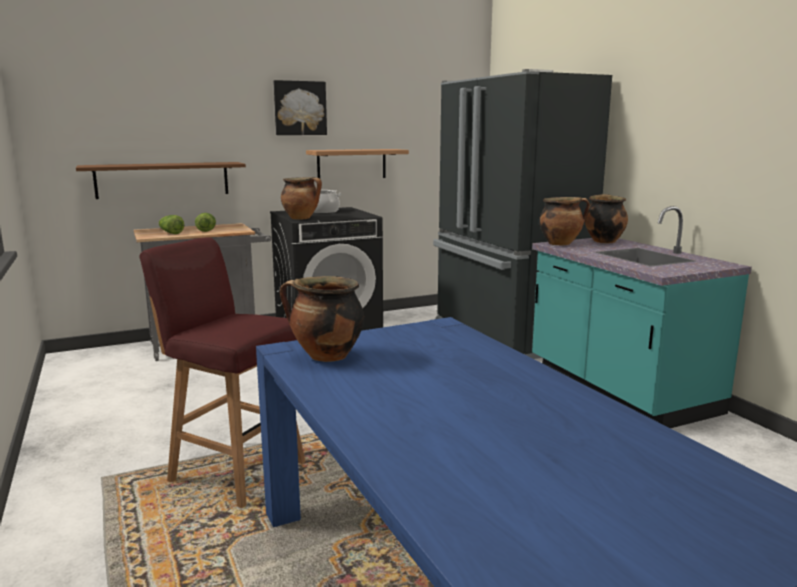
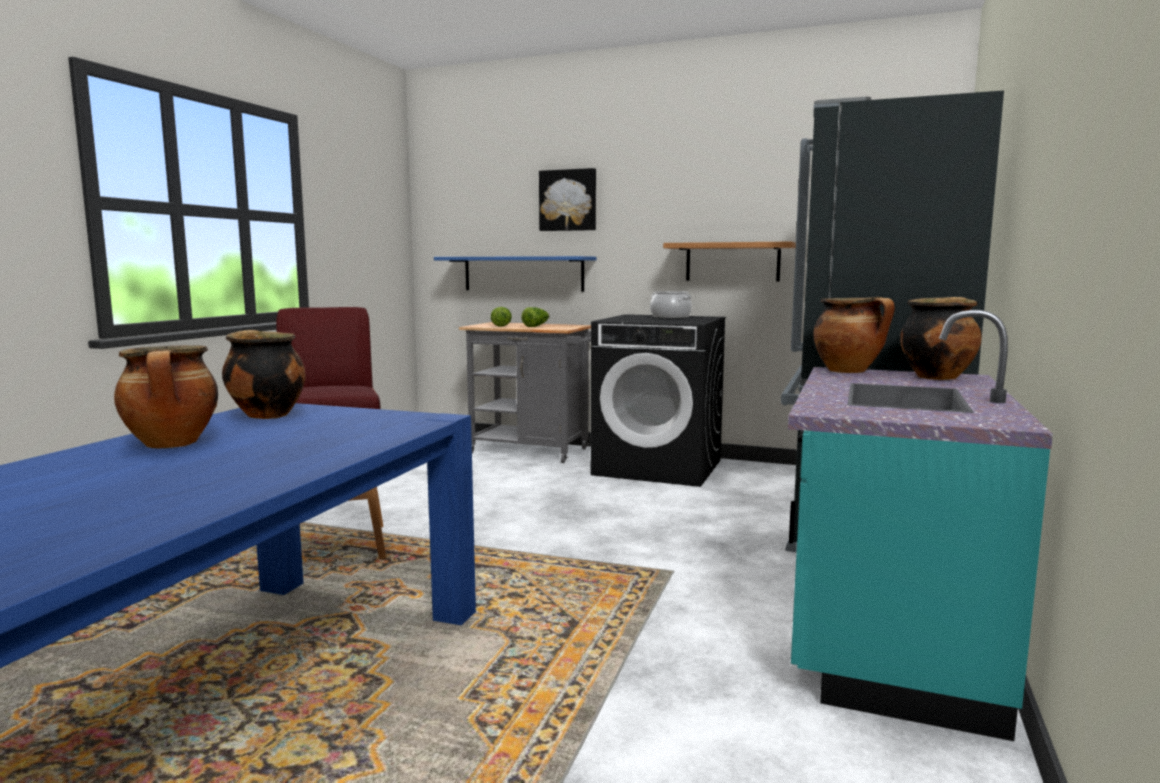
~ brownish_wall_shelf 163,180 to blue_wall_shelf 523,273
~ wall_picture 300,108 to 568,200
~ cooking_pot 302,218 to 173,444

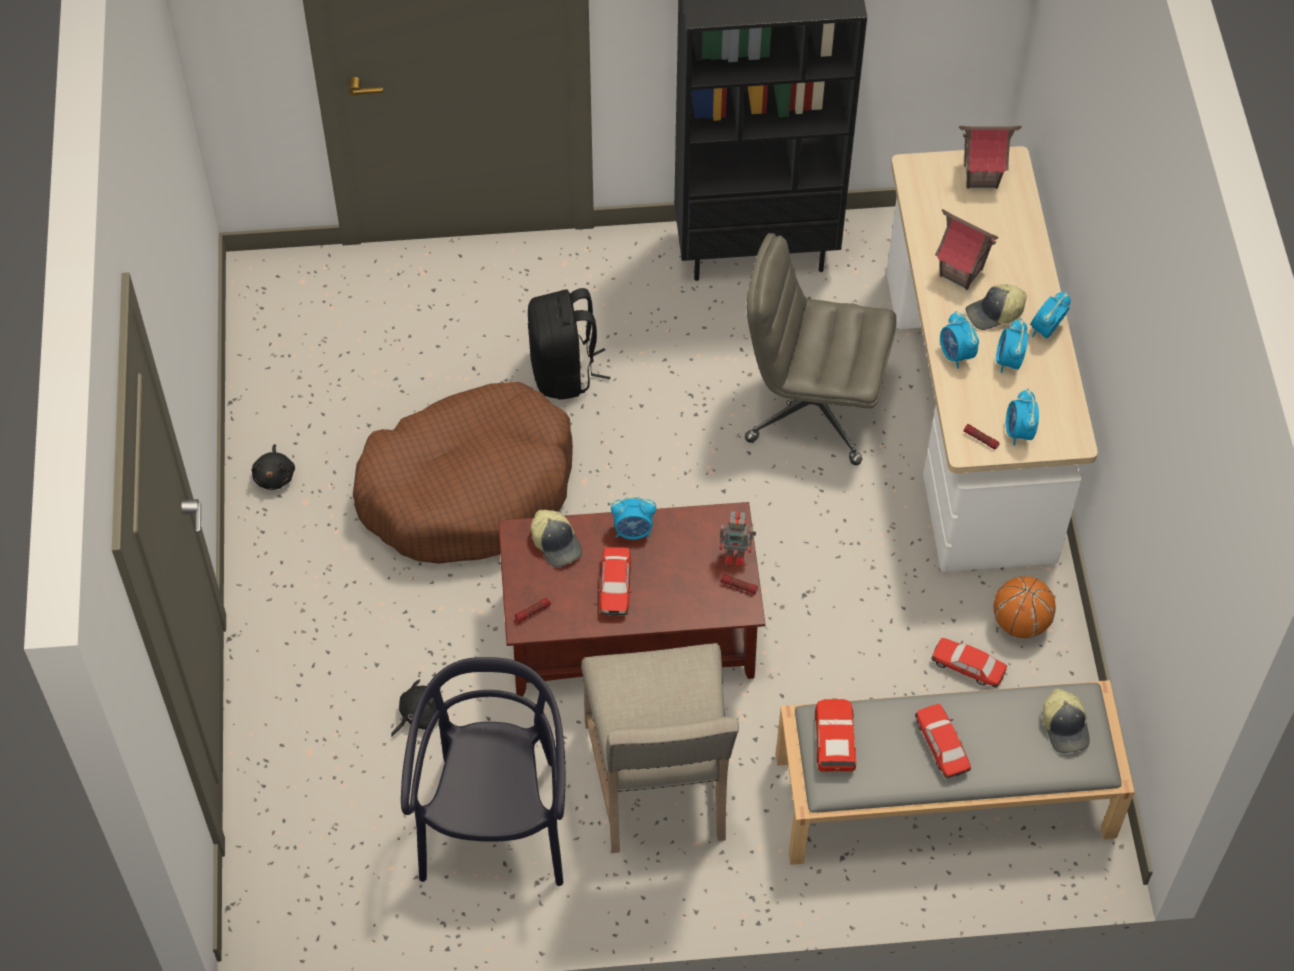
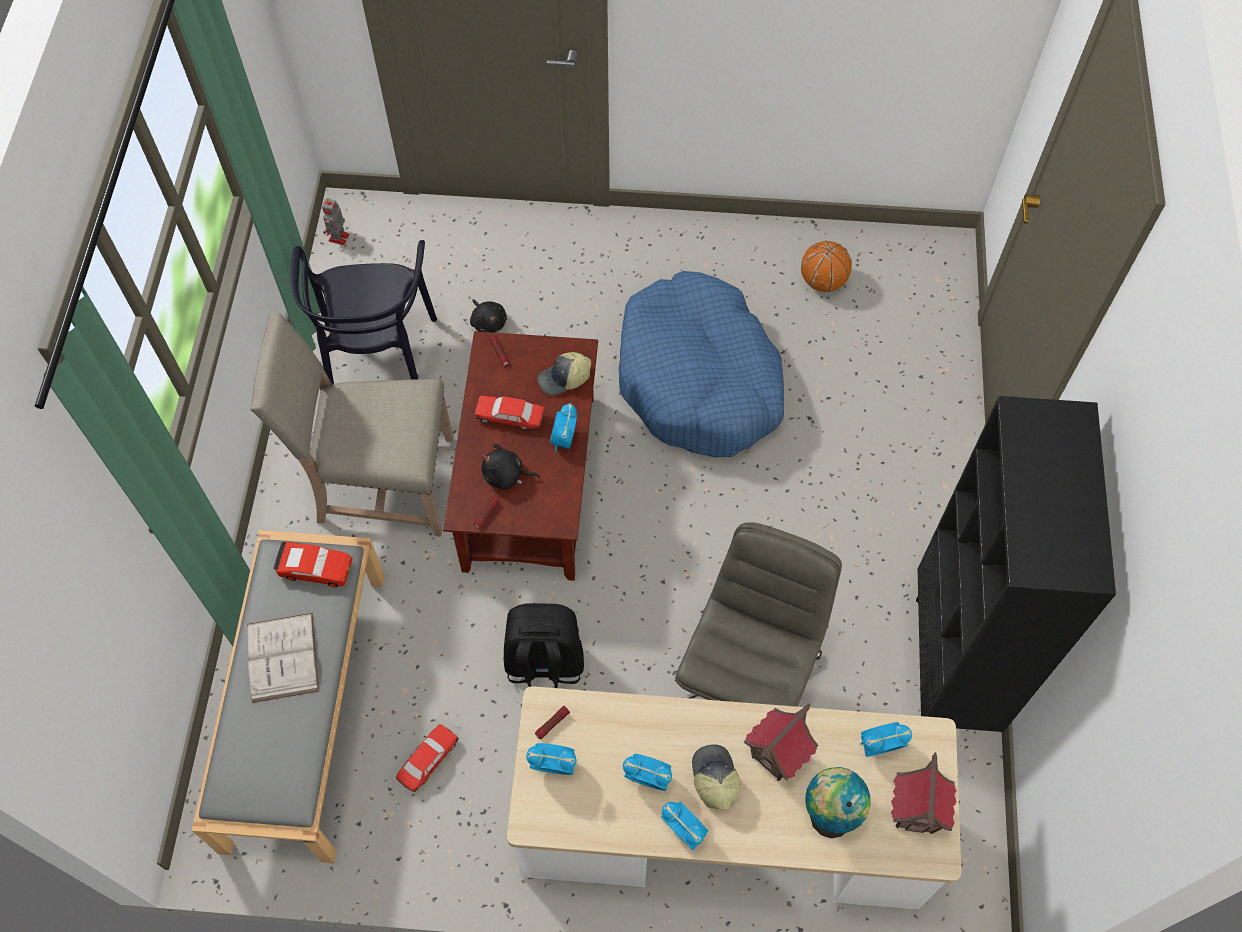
~ black-coloured_cuddly_toy 275,476 to 506,475
~ brownish_dog_cushion 469,488 to blue_dog_cushion 699,380
~ black-coloured_chair 495,823 = 380,362 75 degrees clockwise
~ black-coloured_rucksack 564,372 to 543,667
~ toy_robot 736,555 to 338,238
~ model_car 941,746 to white_volume 282,657
~ alarm_clock 956,354 to 879,746
~ ball_for_basketball 1020,622 to 822,281
- cap 1065,727
+ desk_globe 829,814

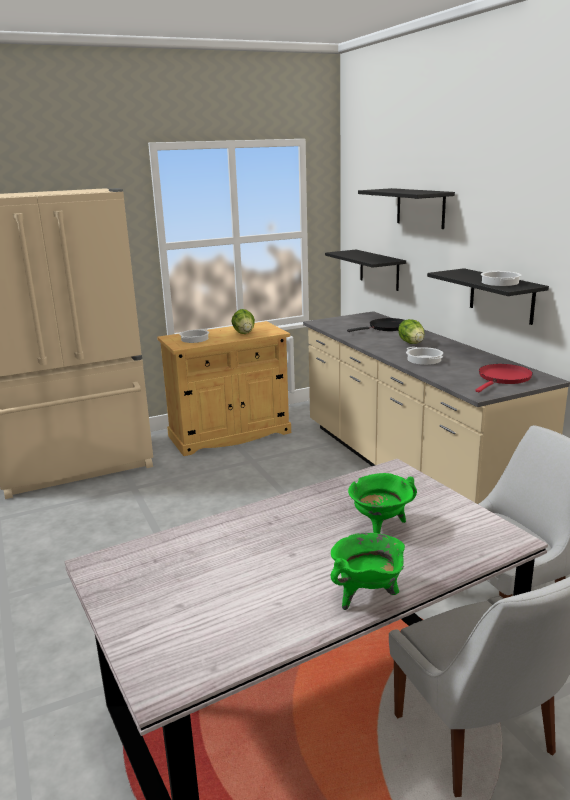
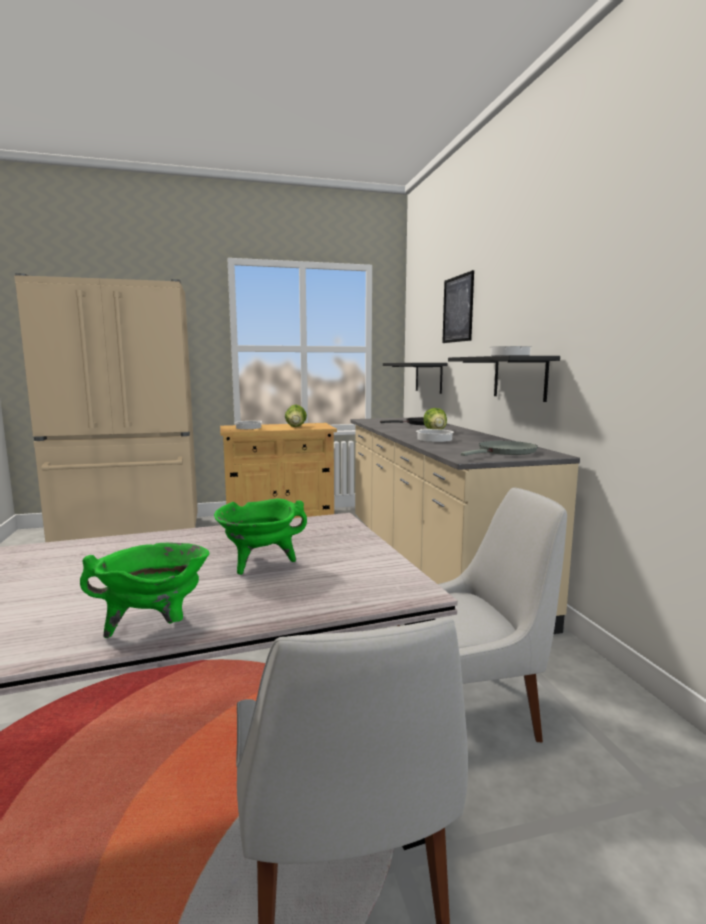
~ black-coloured_wall_shelf 420,208 to wall_picture 458,309
~ reddish_pan 503,378 to grey_pan 504,452

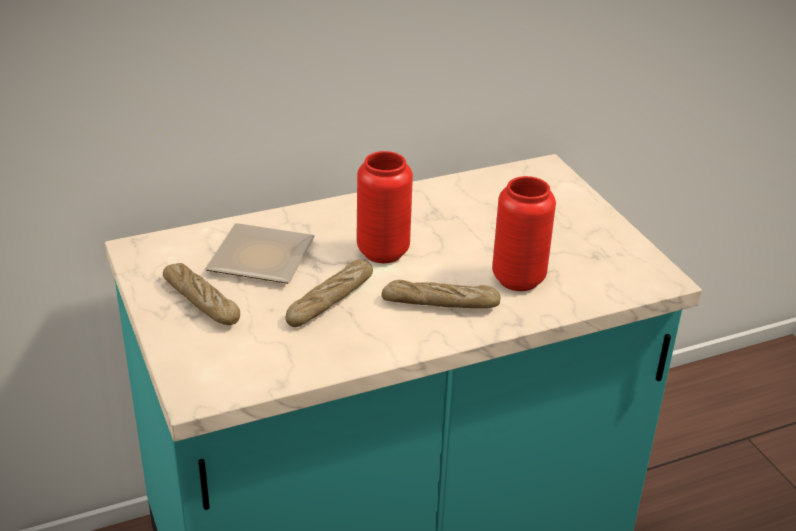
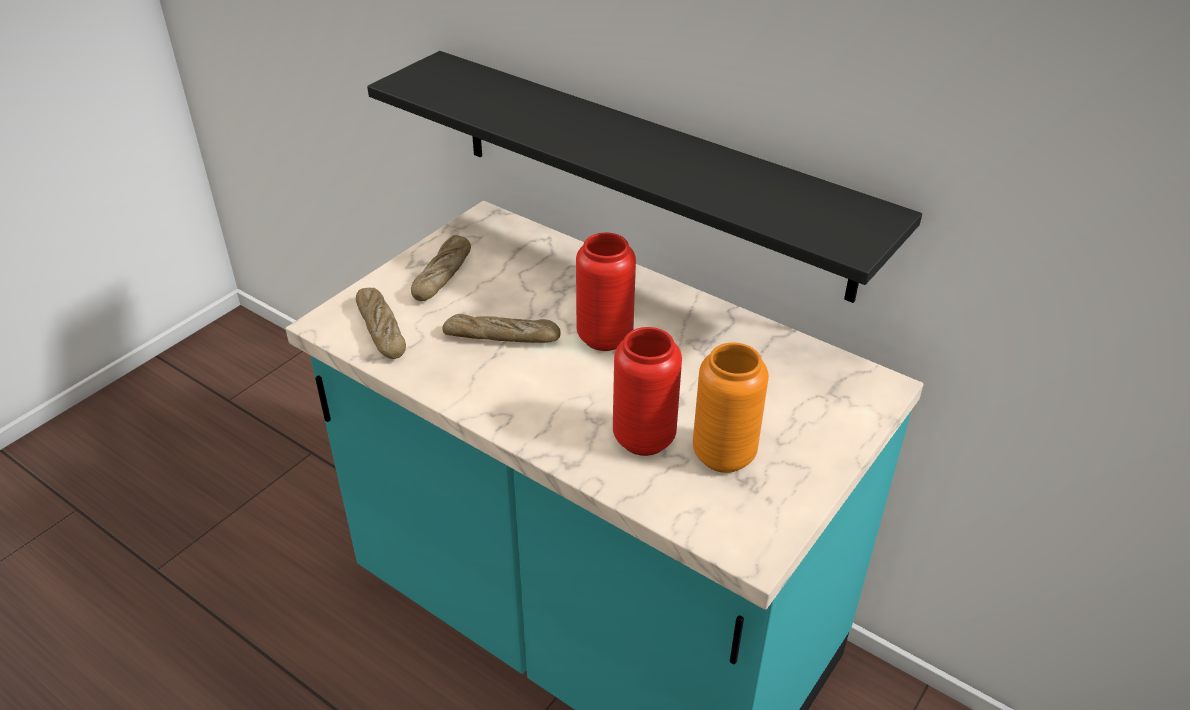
- flat_dish 265,257
~ bakery_bread 440,304 to 381,330
+ black-coloured_wall_shelf 648,172
+ orange-coloured_decorative_vase 723,455

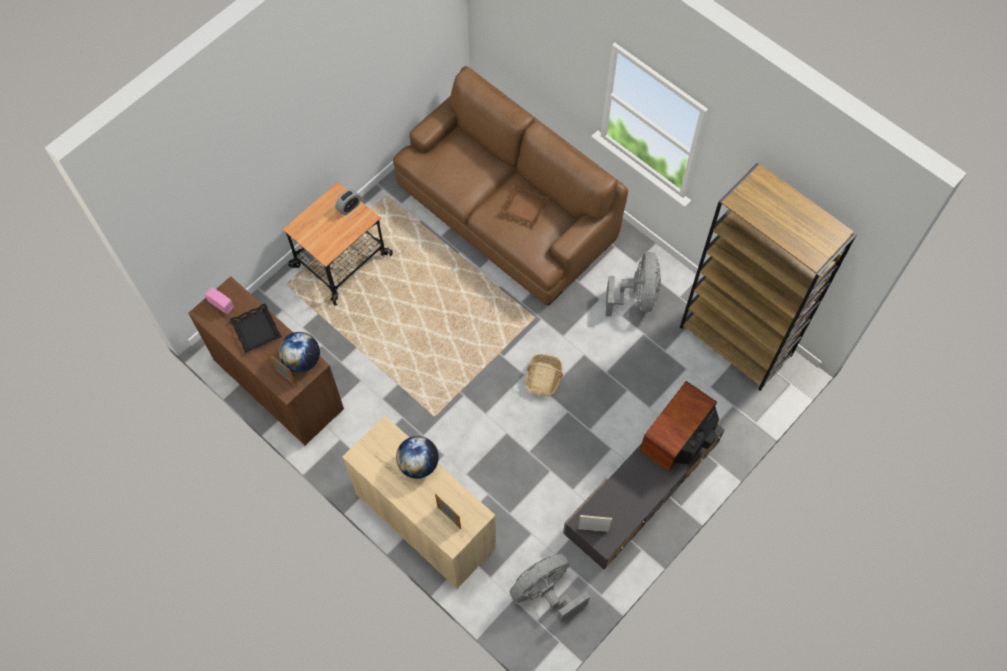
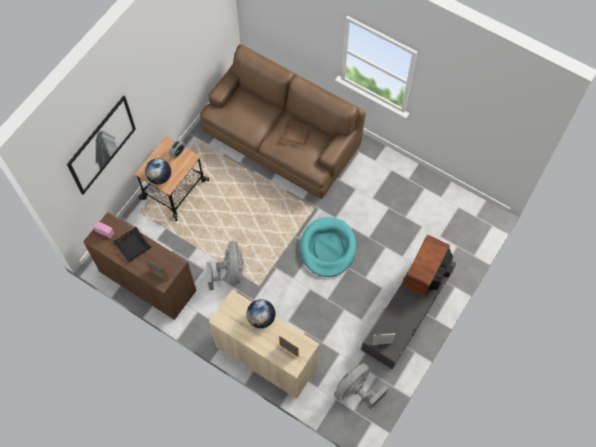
~ desk_globe 302,360 to 160,177
~ household_basket 543,378 to turquoise_dog_cushion 327,248
~ grey_electric_fan 636,297 to 230,272
- brownish_shelving_unit 736,341
+ wall_picture 101,144

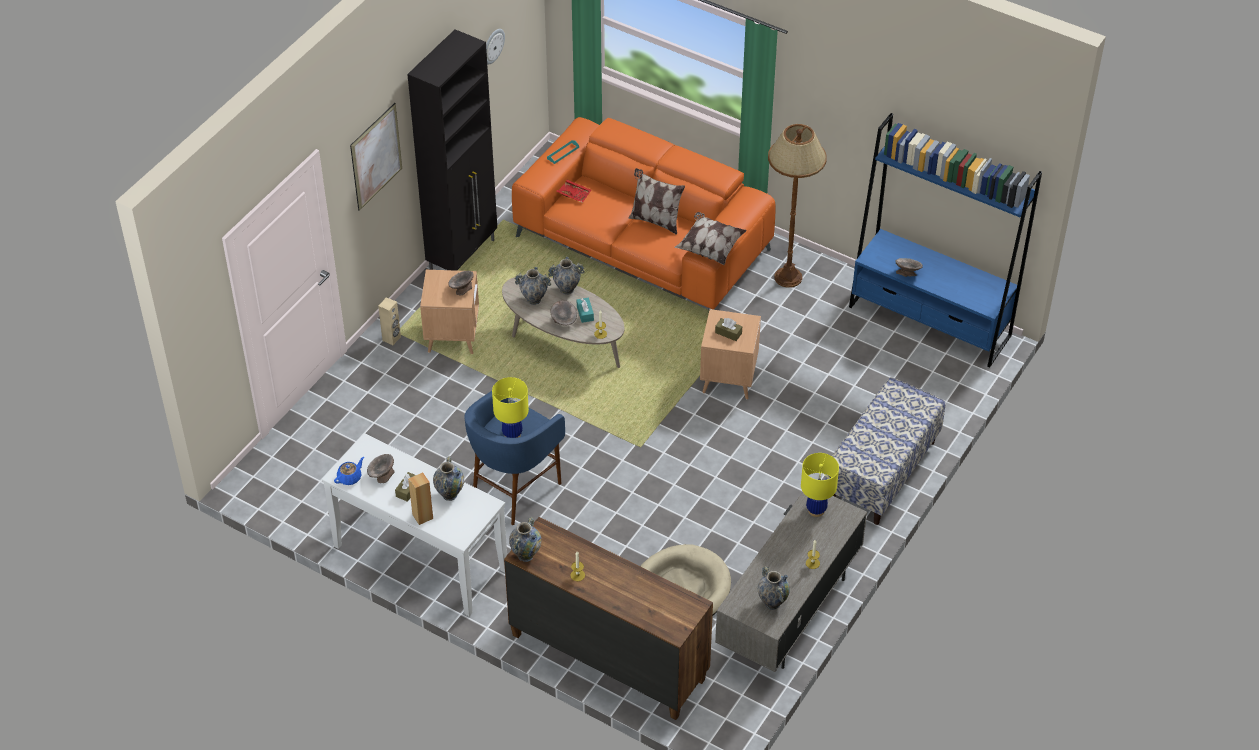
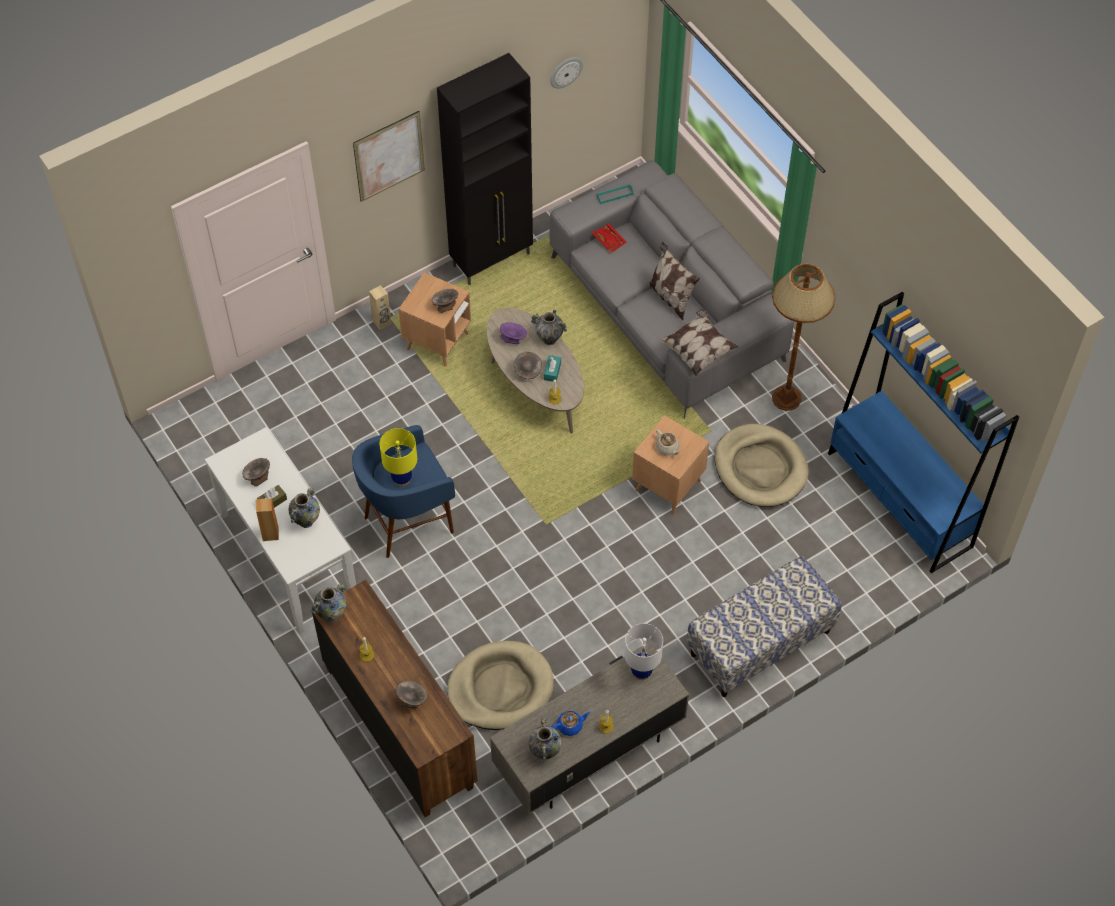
~ blue_pot_for_tea 350,477 to 570,725
~ orange-coloured_sofa 643,243 to grey_sofa 667,309
~ decorative_vase 534,299 to purple-coloured_deep_dish 513,338
~ brownish_tissue_holder 728,333 to beige-coloured_pot_for_tea 667,448
~ yellow_tabletop_lamp 816,510 to white_tabletop_lamp 641,672
~ grey_deep_dish 907,273 to 411,700
+ beige-coloured_dog_cushion 760,468

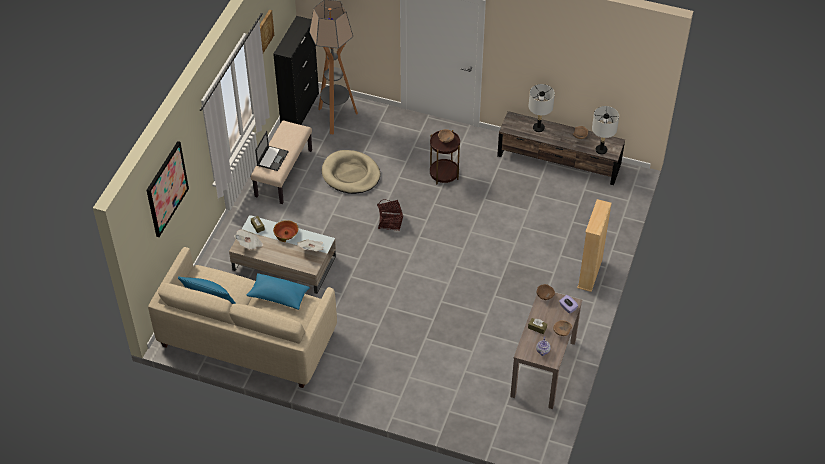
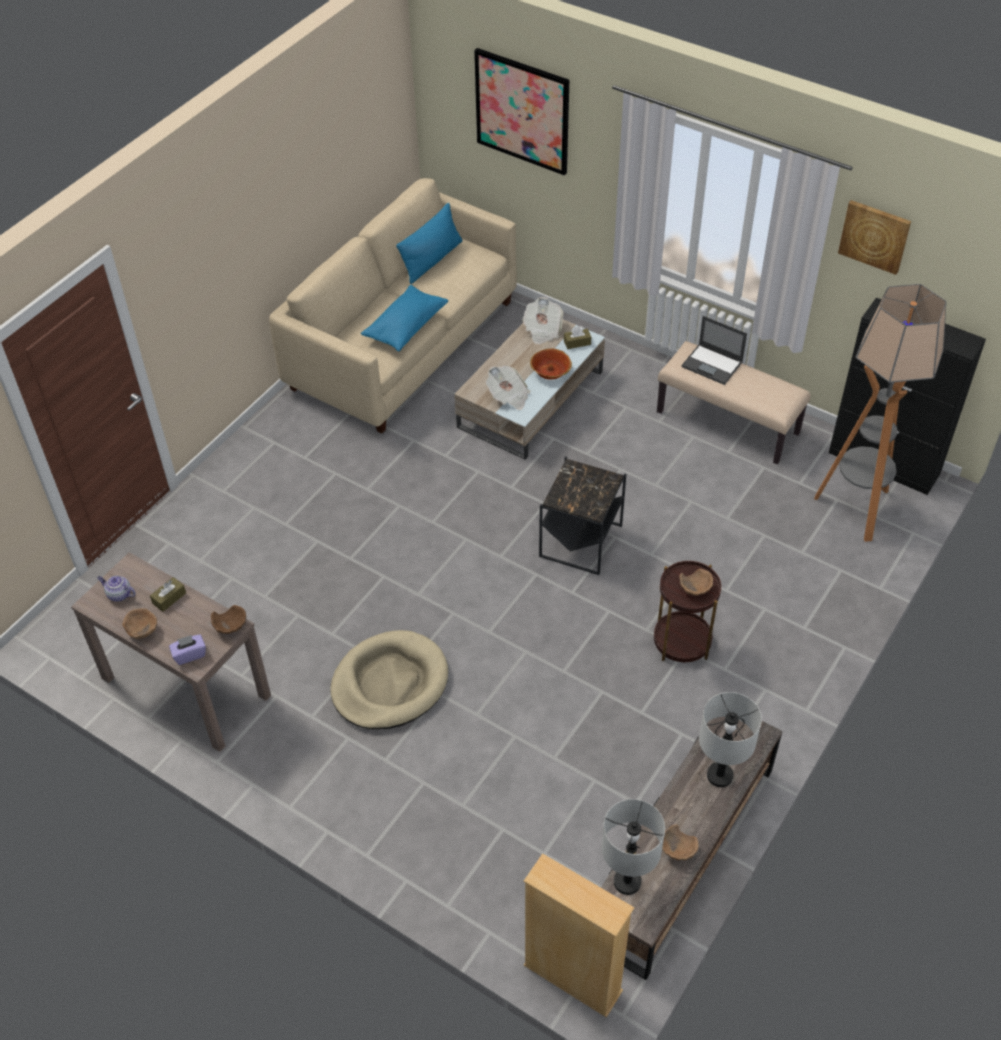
~ beige-coloured_dog_cushion 351,174 to 389,683
~ household_basket 390,222 to black-coloured_side_table 581,541
~ beige-coloured_shelving_unit 590,274 to 572,978

